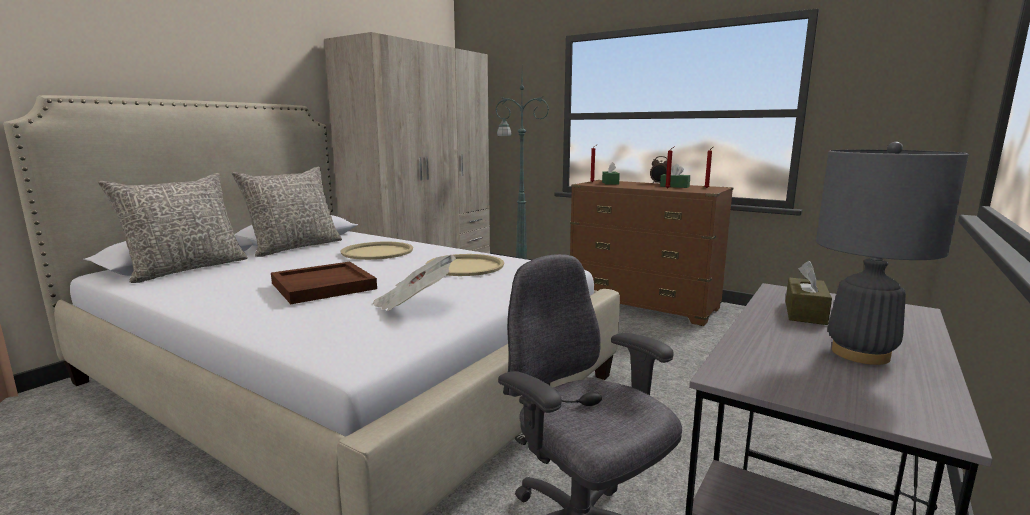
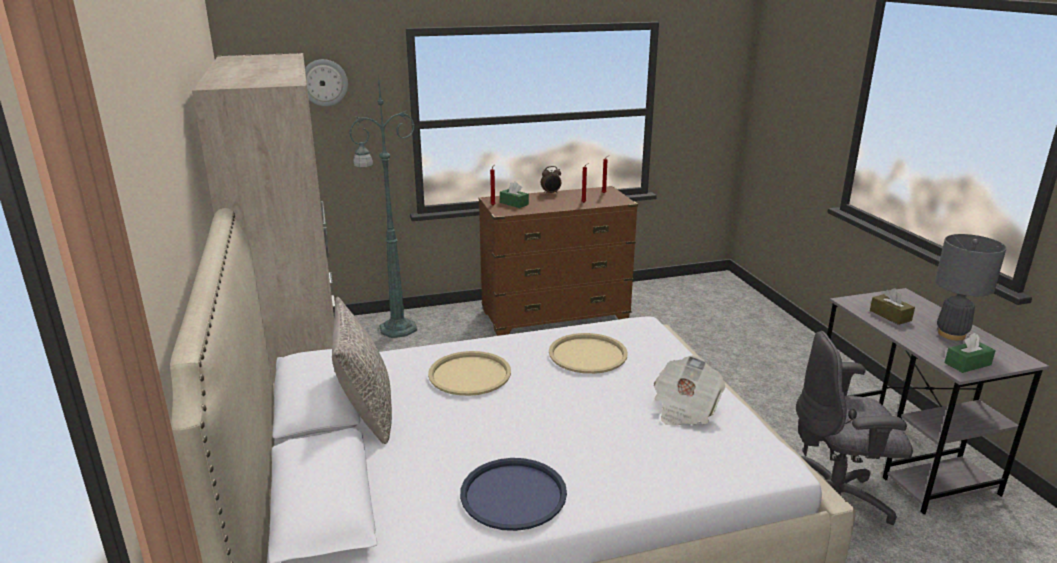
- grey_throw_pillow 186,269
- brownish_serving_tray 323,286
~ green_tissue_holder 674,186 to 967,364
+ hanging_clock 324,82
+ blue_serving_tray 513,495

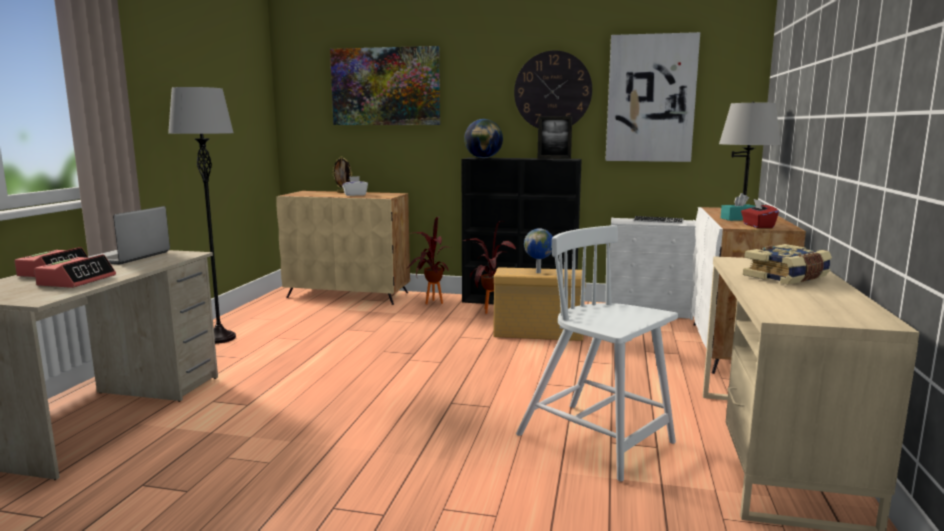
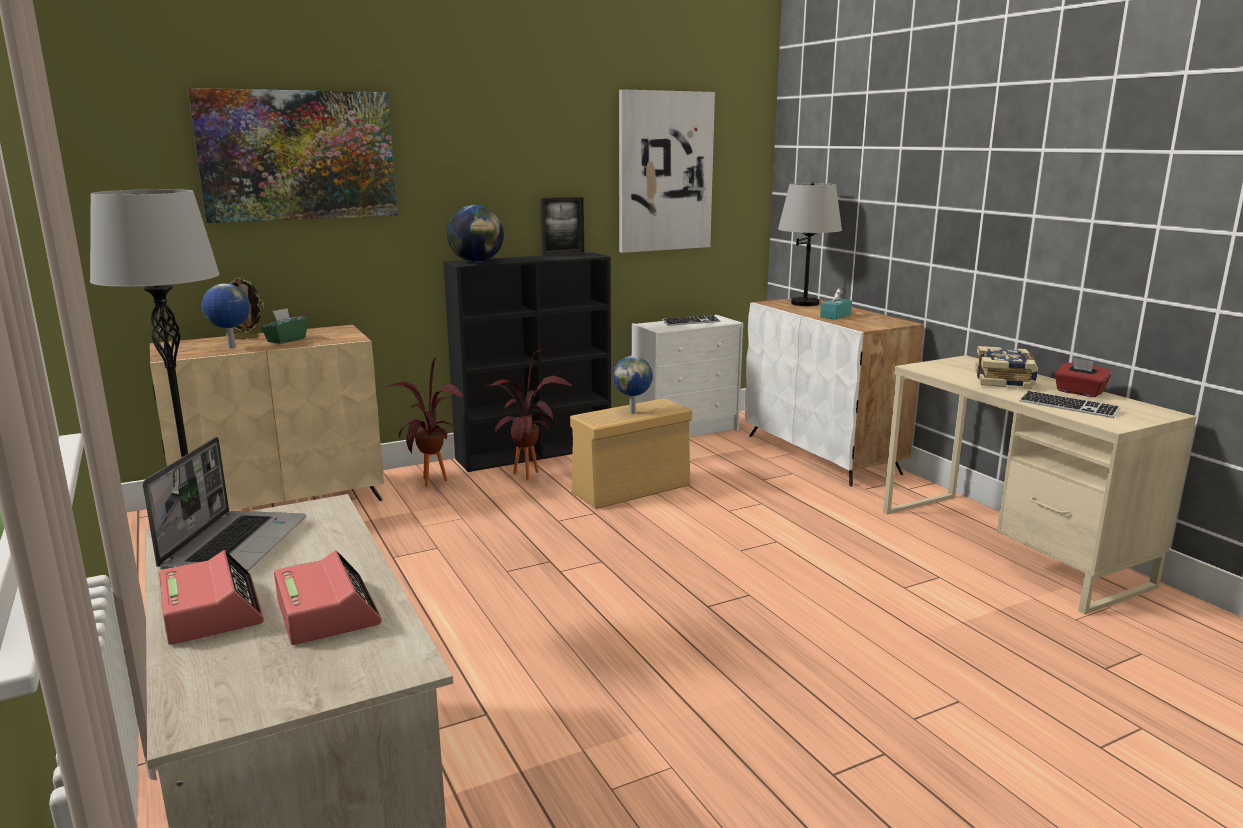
~ laptop 127,257 = 235,543 150 degrees counterclockwise
~ white_tissue_holder 355,195 to green_tissue_holder 286,340
- hanging_clock 552,91
- white_chair 597,440
~ reddish_tissue_holder 757,226 to 1079,392
+ desk_globe 231,347
+ computer_keyboard 1068,407

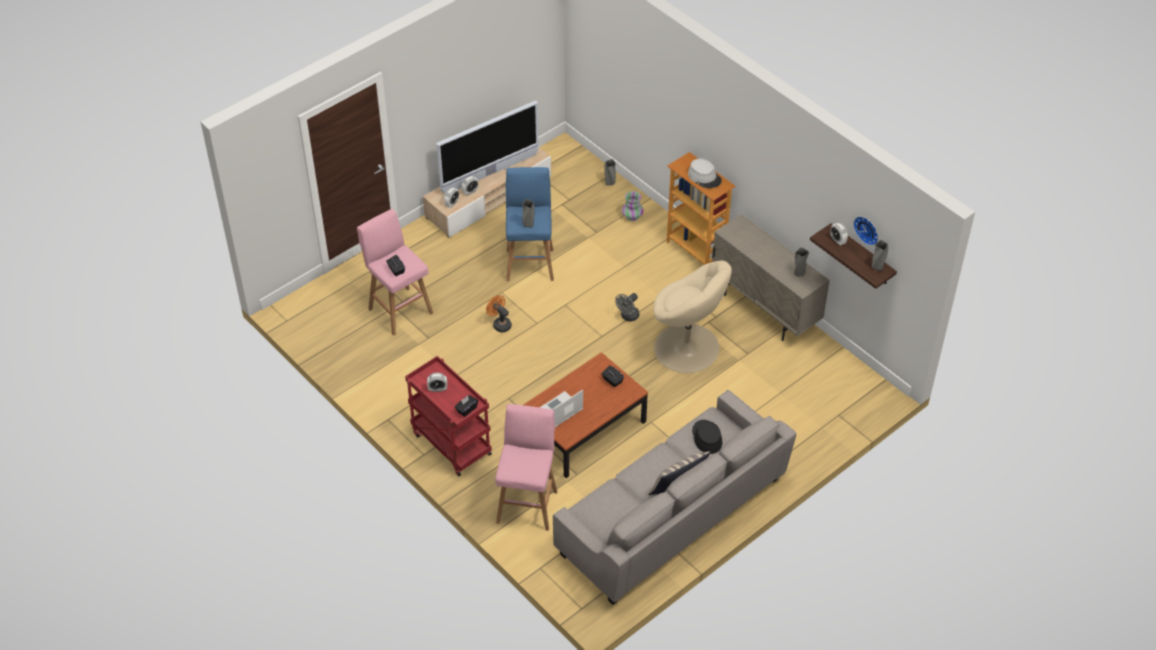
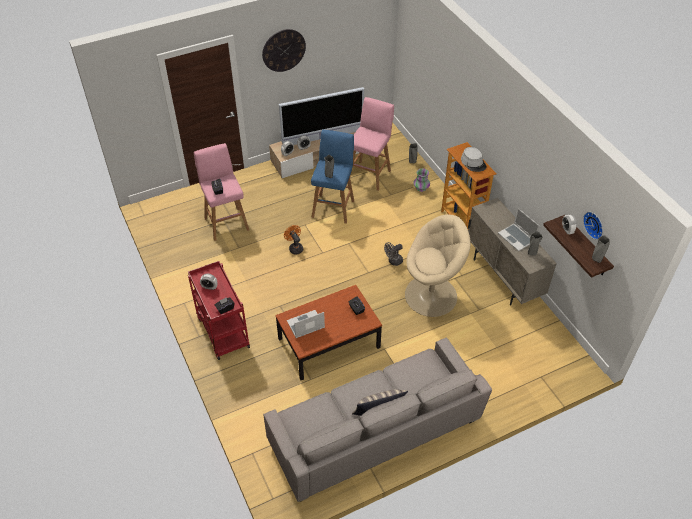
~ pinkish_stool 527,504 to 369,175
~ beige-coloured_lounge_chair 687,348 = 432,295 60 degrees counterclockwise
- black-coloured_wearable_hat 706,437
+ hanging_clock 283,50
+ laptop 517,238

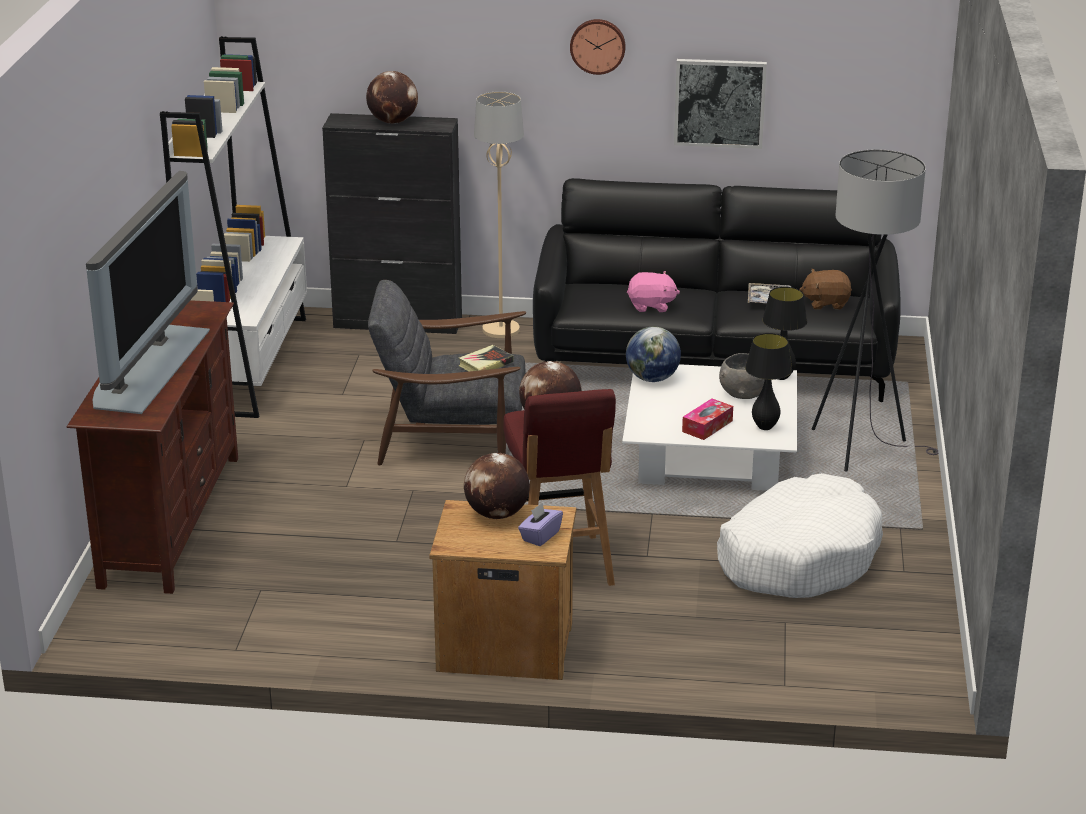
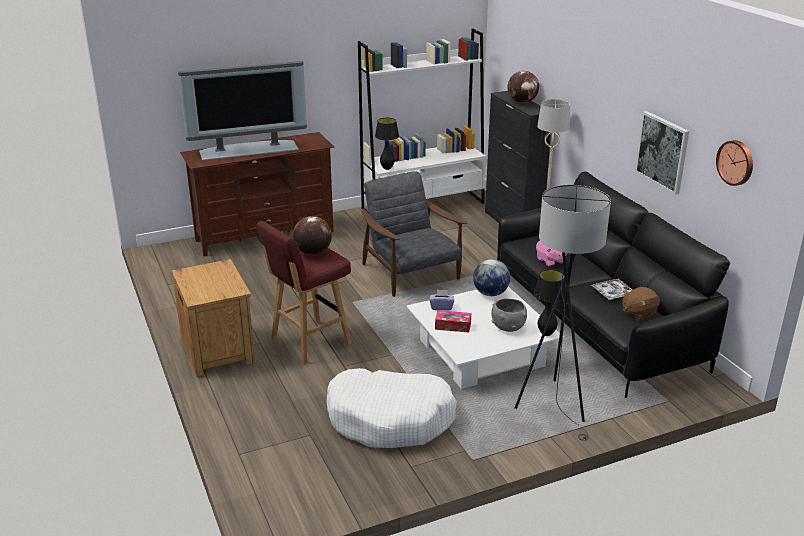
- volume 485,364
- desk_globe 497,514
~ purple-coloured_tissue_holder 540,536 to 441,307
~ hanging_clock 598,45 to 736,162
~ black-coloured_tabletop_lamp 765,427 to 387,168
~ brownish_cuddly_toy 825,303 = 638,313 90 degrees counterclockwise

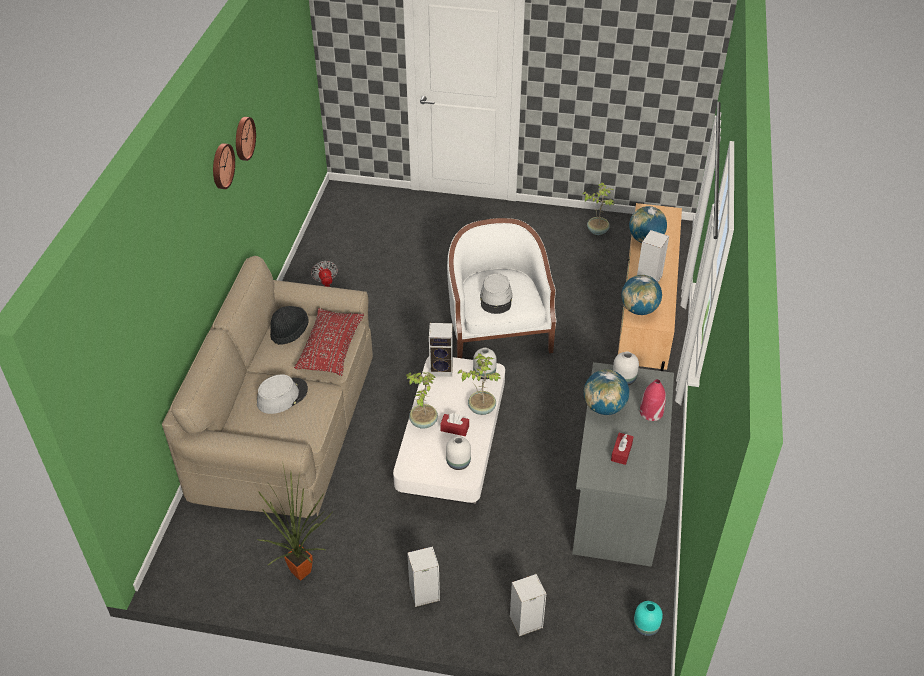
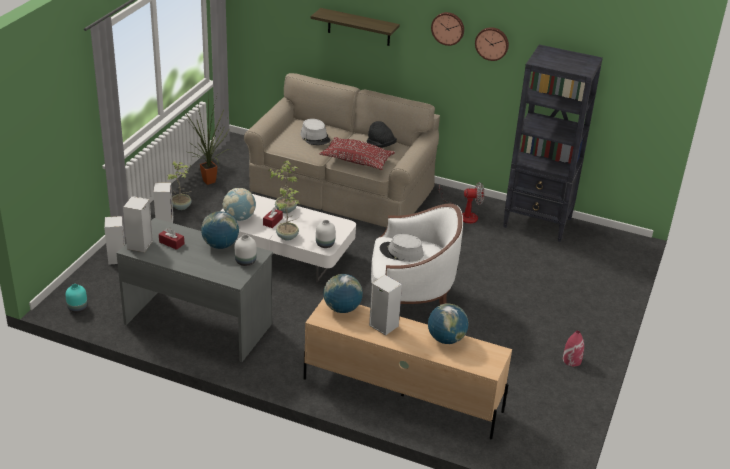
~ audio_speaker 442,368 to 140,245
~ white_decorative_vase 457,462 to desk_globe 239,218
~ plant_in_a_pot 597,230 to 181,207
~ reddish_decorative_vase 651,412 to 572,360
+ wall_shelf 359,27
+ black-coloured_shelving_unit 538,223

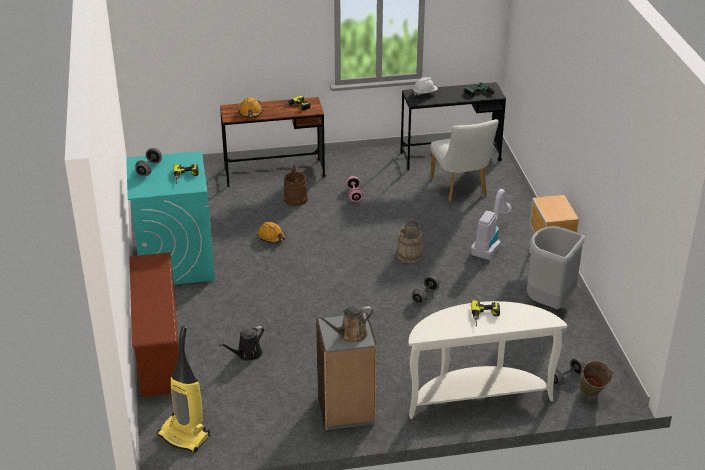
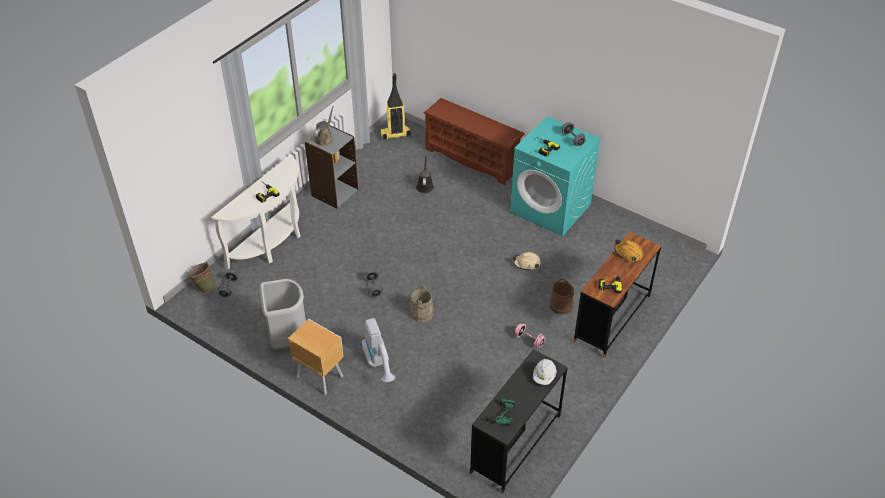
~ orange-coloured_work_helmet 271,237 to beige-coloured_work_helmet 526,263
- white_chair 460,189

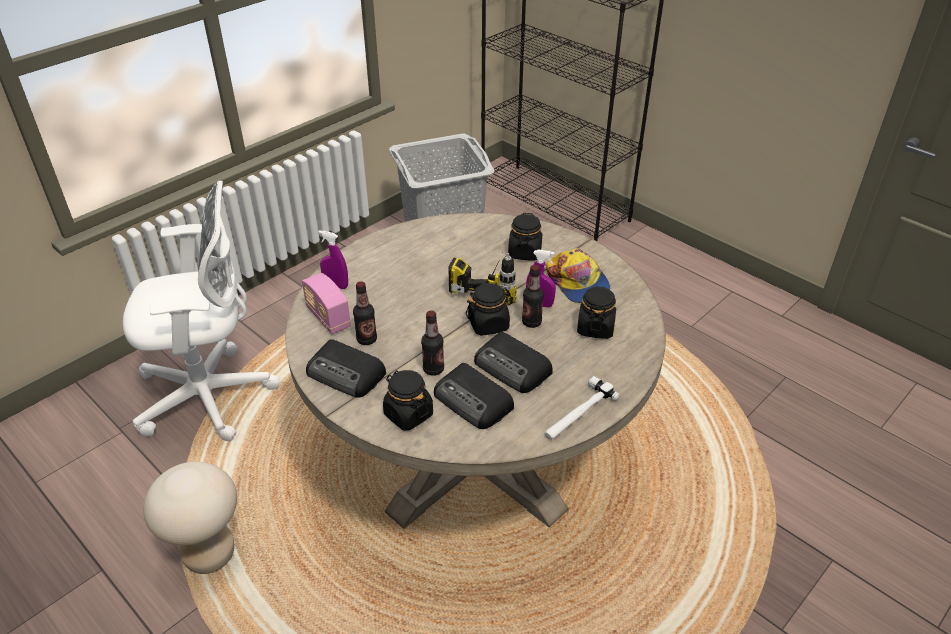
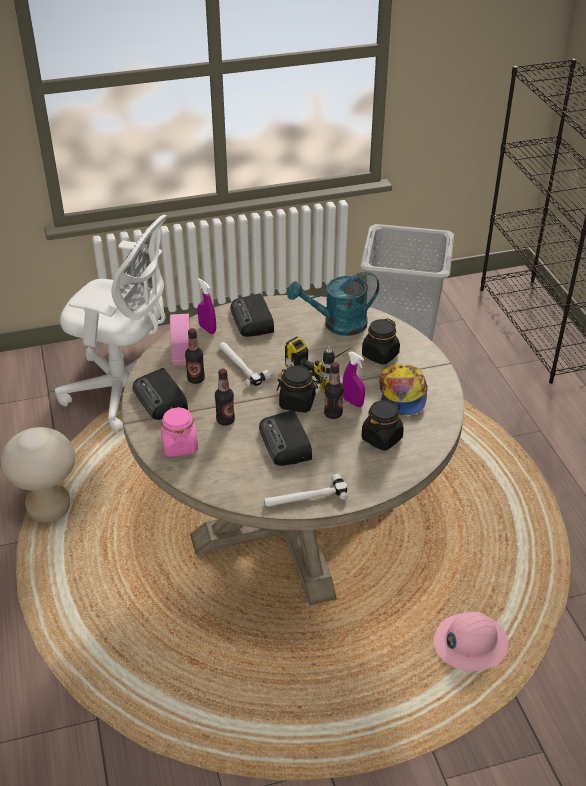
~ black-coloured_jar 408,414 to pinkish_jar 179,445
~ radio_set 474,401 to 253,320
+ tool_hammer 241,365
+ turquoise_sprinkling_can 337,325
+ pinkish_work_helmet 470,643

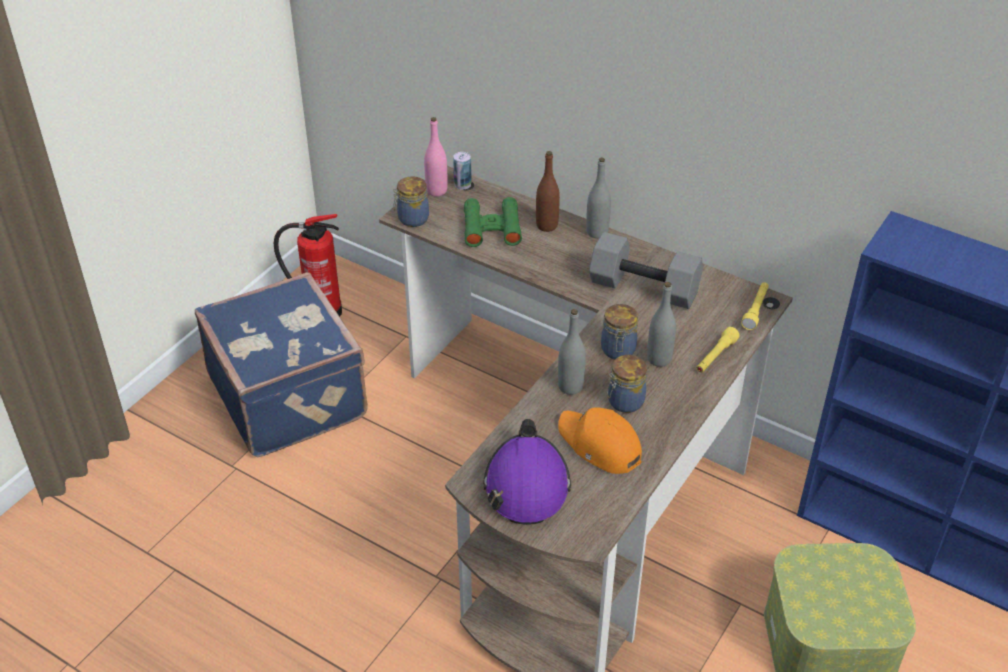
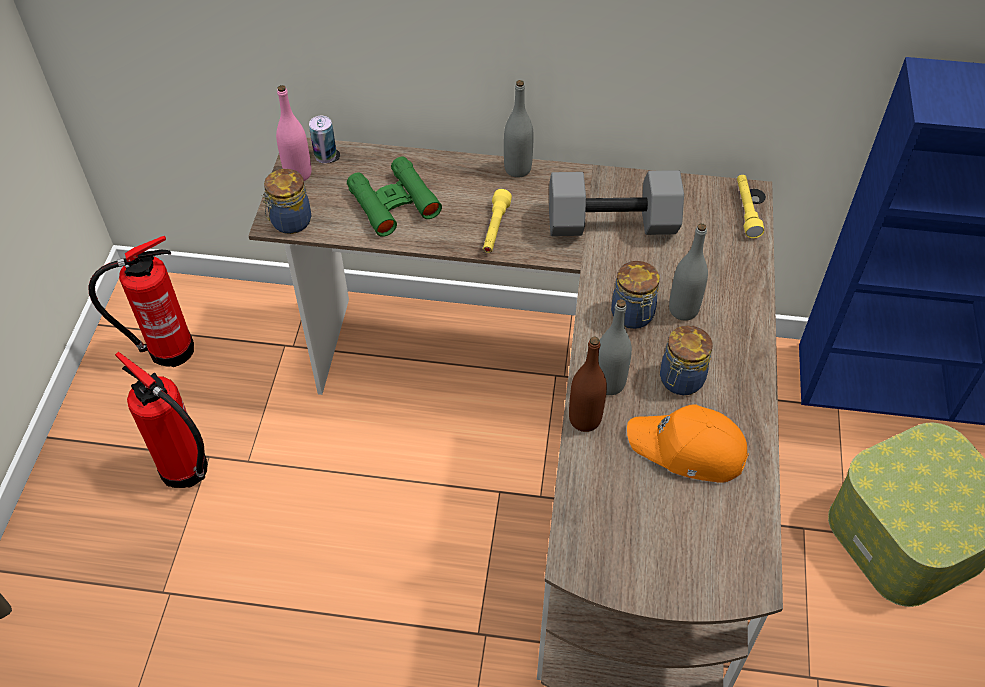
~ blue_travel_case 290,395 to fire_extinguisher 187,471
- purple-coloured_work_helmet 526,485
~ brownish_drink_bottle 547,225 to 585,419
~ yellow_flashlight 715,357 to 495,228

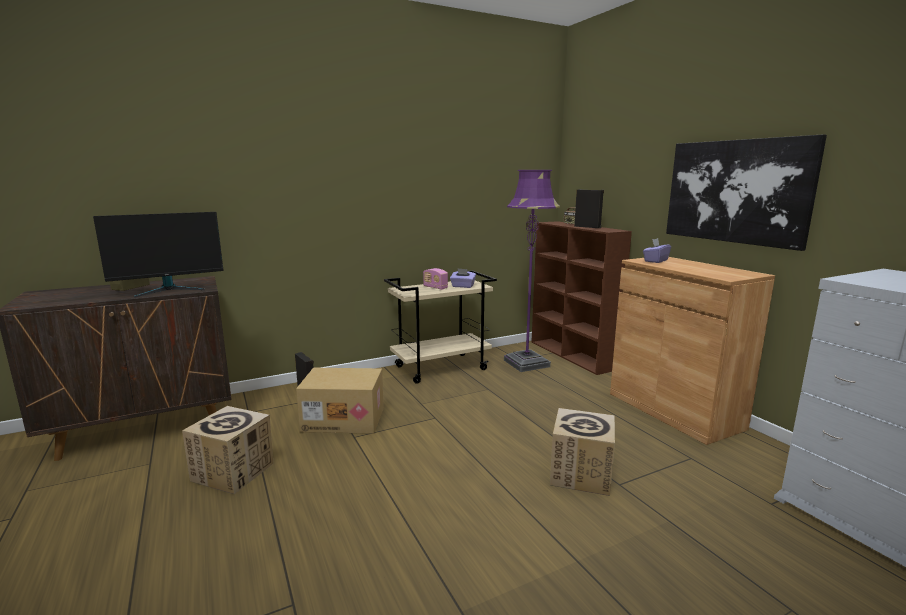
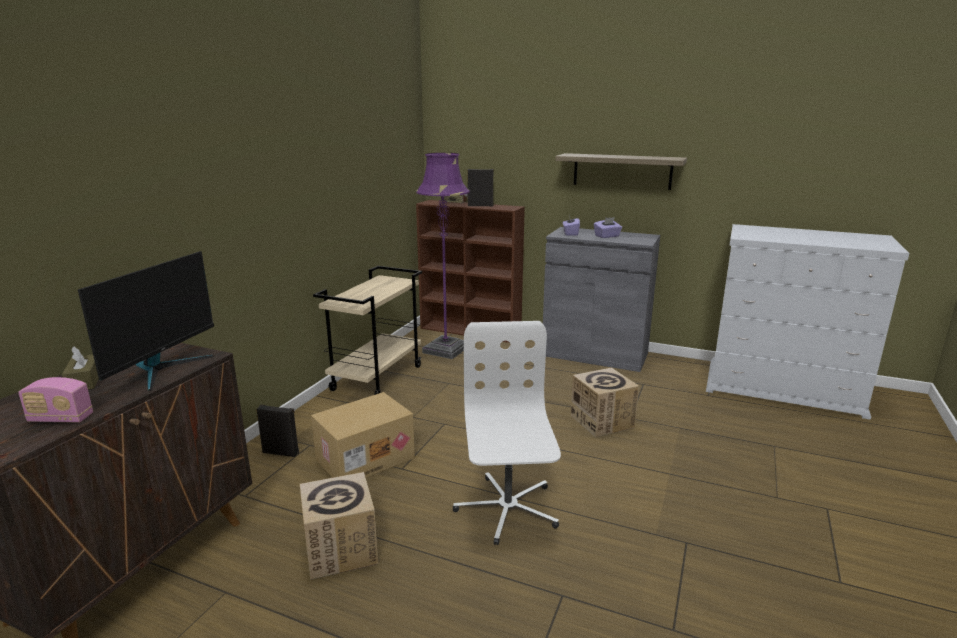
~ radio_set 435,287 to 61,419
~ purple-coloured_tissue_holder 462,286 to 607,236
~ brownish_cabinet 674,410 to grey_cabinet 595,354
~ wall_picture 736,191 to wall_shelf 622,171
+ white_desk_chair 507,509

